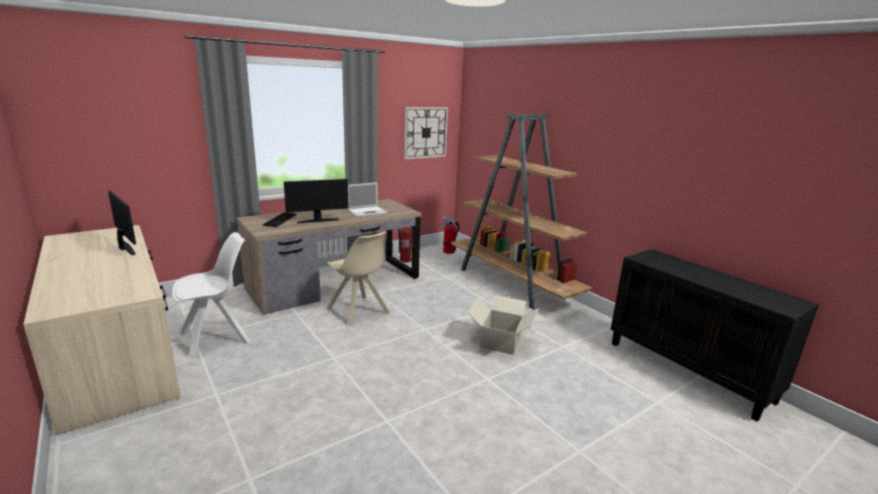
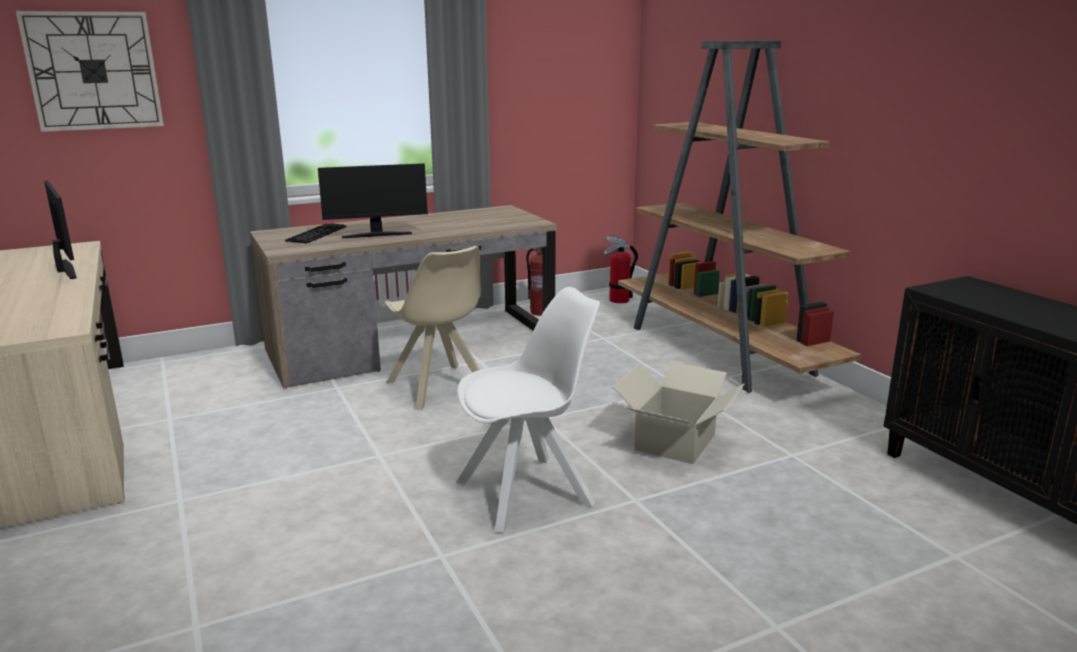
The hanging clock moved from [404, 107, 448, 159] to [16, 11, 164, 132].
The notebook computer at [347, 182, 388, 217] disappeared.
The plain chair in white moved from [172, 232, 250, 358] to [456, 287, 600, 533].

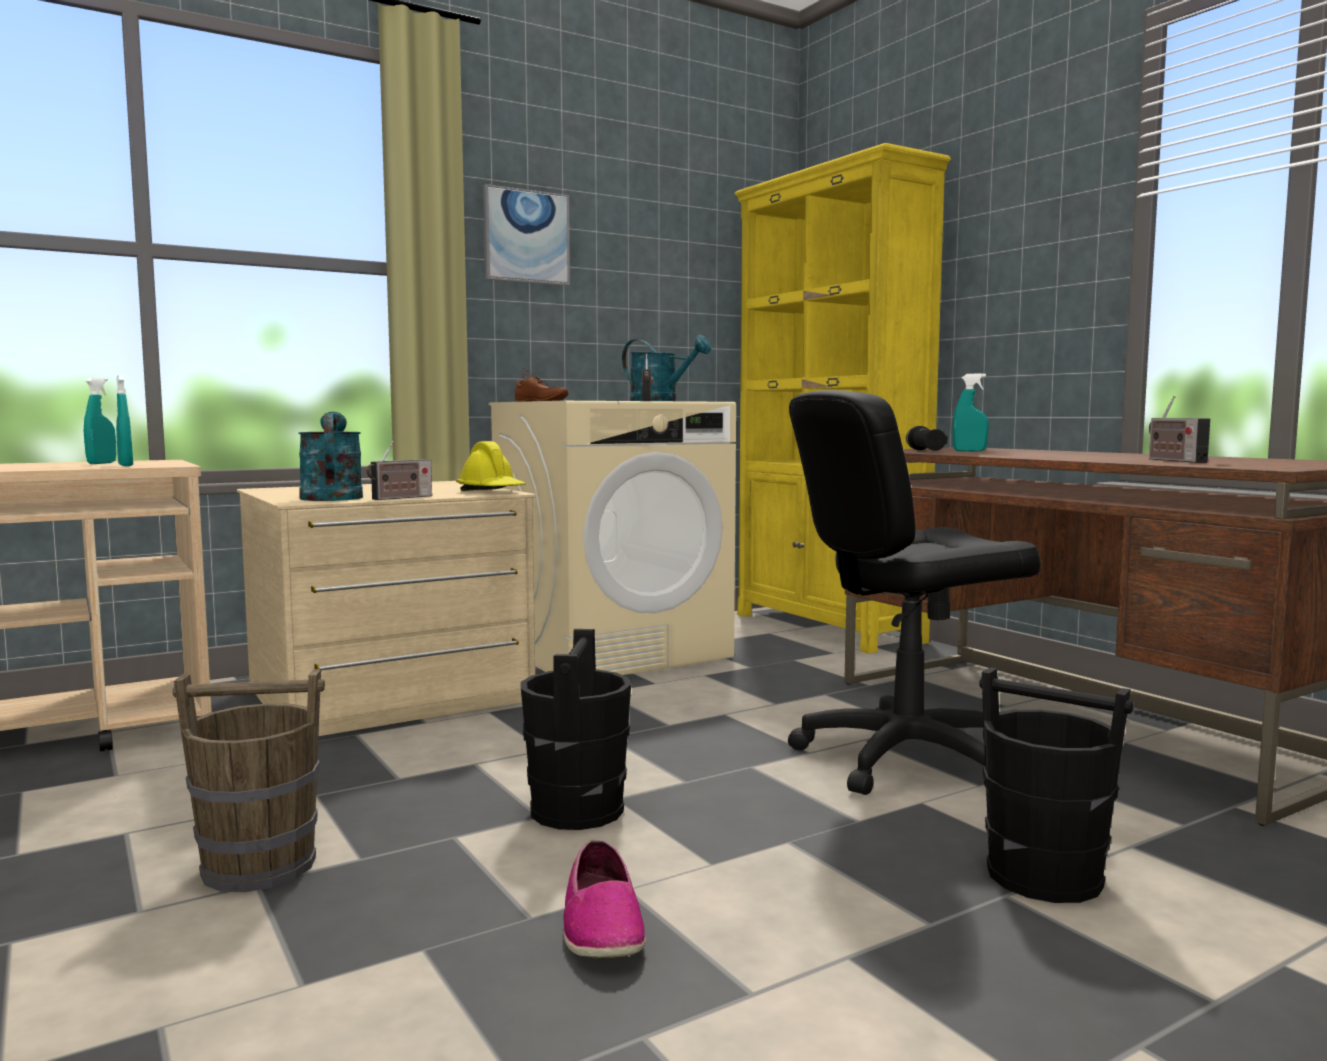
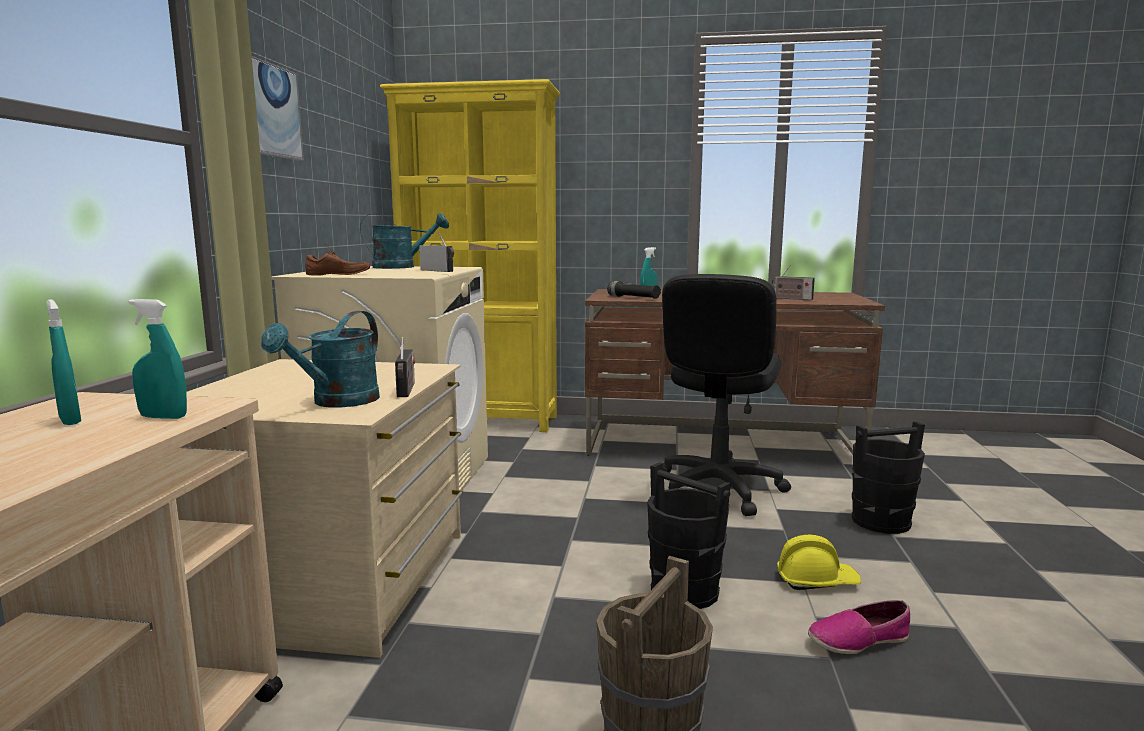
The sprinkling can in turquoise at [298, 412, 363, 501] turned 90 degrees counterclockwise.
The safety helmet in yellow moved from [456, 441, 526, 491] to [777, 535, 861, 590].
The shoe at [563, 839, 646, 959] turned 135 degrees clockwise.

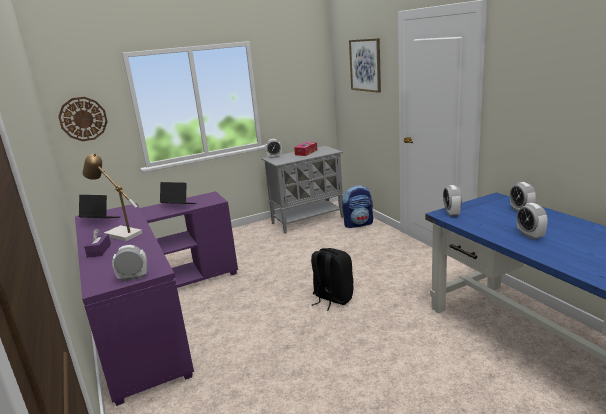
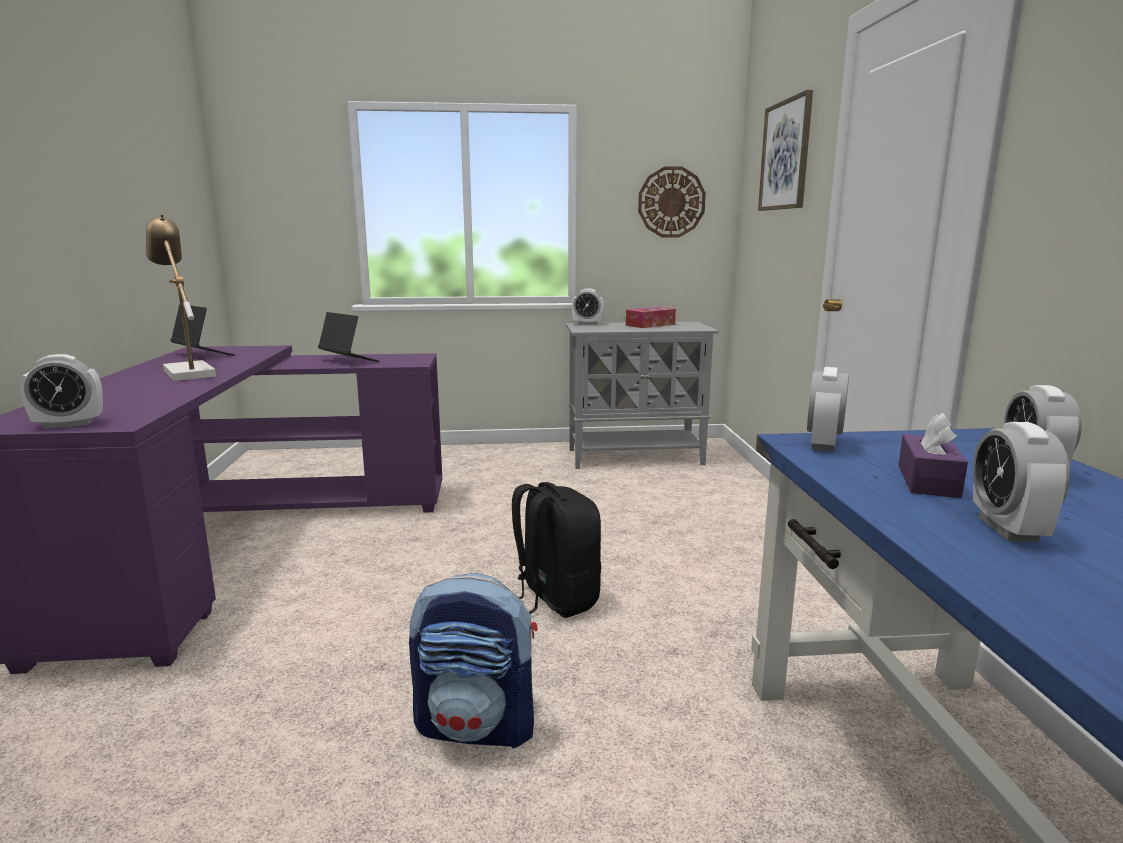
The hanging clock moved from [58, 97, 108, 141] to [638, 166, 706, 237].
The rucksack moved from [342, 185, 373, 228] to [409, 573, 538, 748].
The box of tissues in purple moved from [84, 229, 111, 257] to [898, 413, 968, 498].
The table clock at [112, 245, 147, 281] turned 150 degrees clockwise.

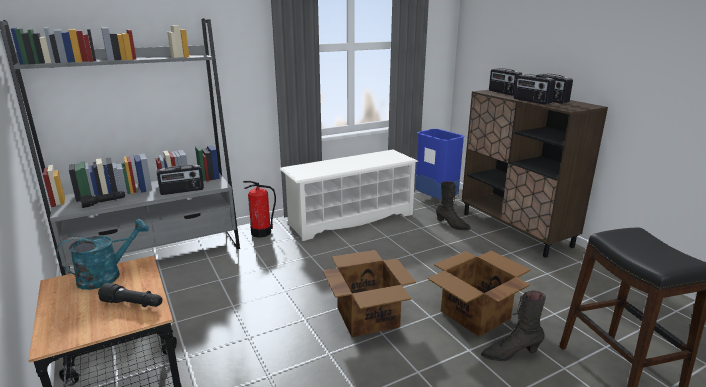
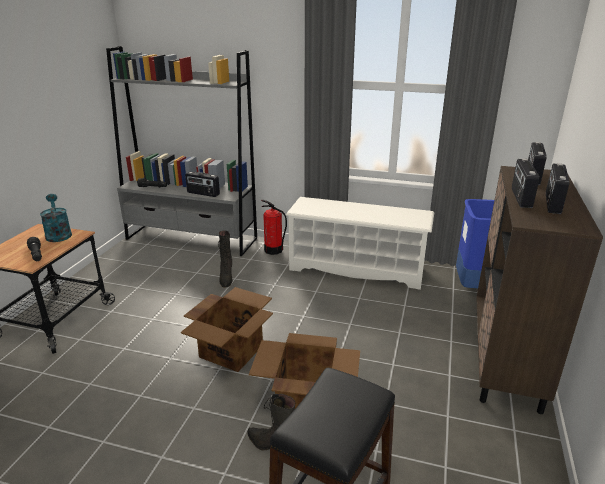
The boot in black-coloured moved from [436, 181, 471, 230] to [218, 231, 233, 288].
The sprinkling can in turquoise at [56, 219, 149, 290] turned 120 degrees counterclockwise.

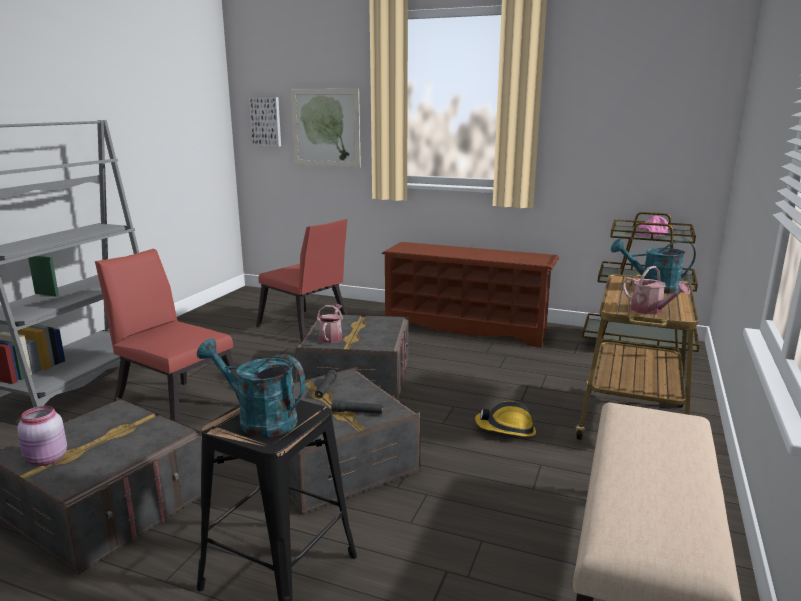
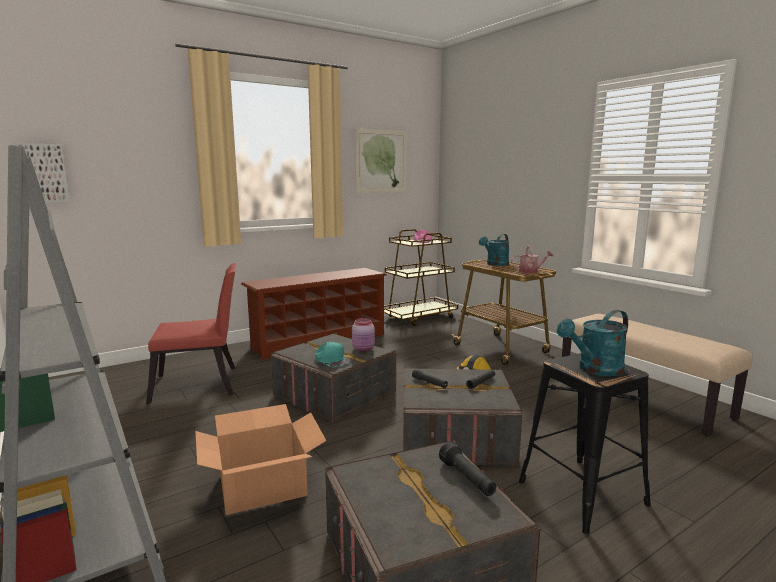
The picture moved from [291, 89, 361, 168] to [355, 128, 407, 193].
The plain chair in red-coloured at [95, 249, 239, 422] was replaced by the packing box at [195, 404, 326, 515].
The sprinkling can at [317, 304, 343, 343] was replaced by the baseball cap in turquoise at [315, 342, 351, 367].
The storage jar in pinkish moved from [17, 406, 67, 466] to [352, 318, 375, 352].
The torch in black-coloured at [439, 442, 496, 496] appeared.

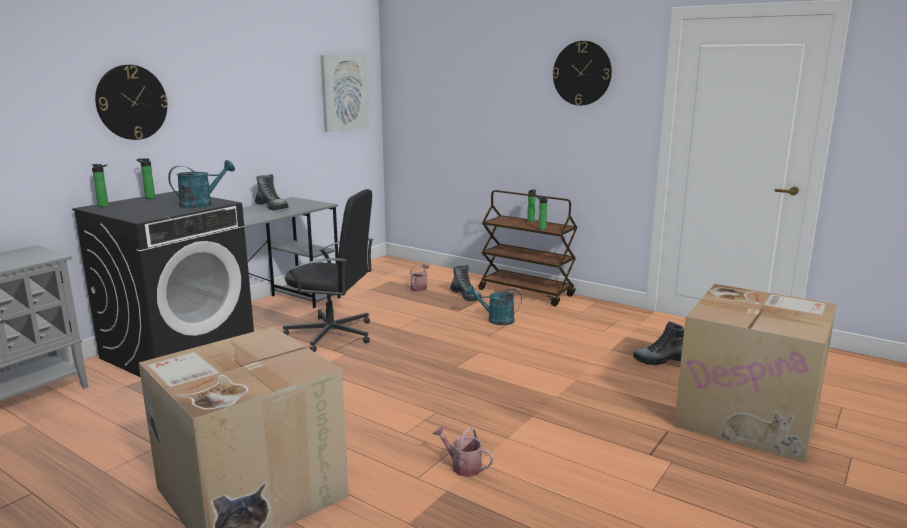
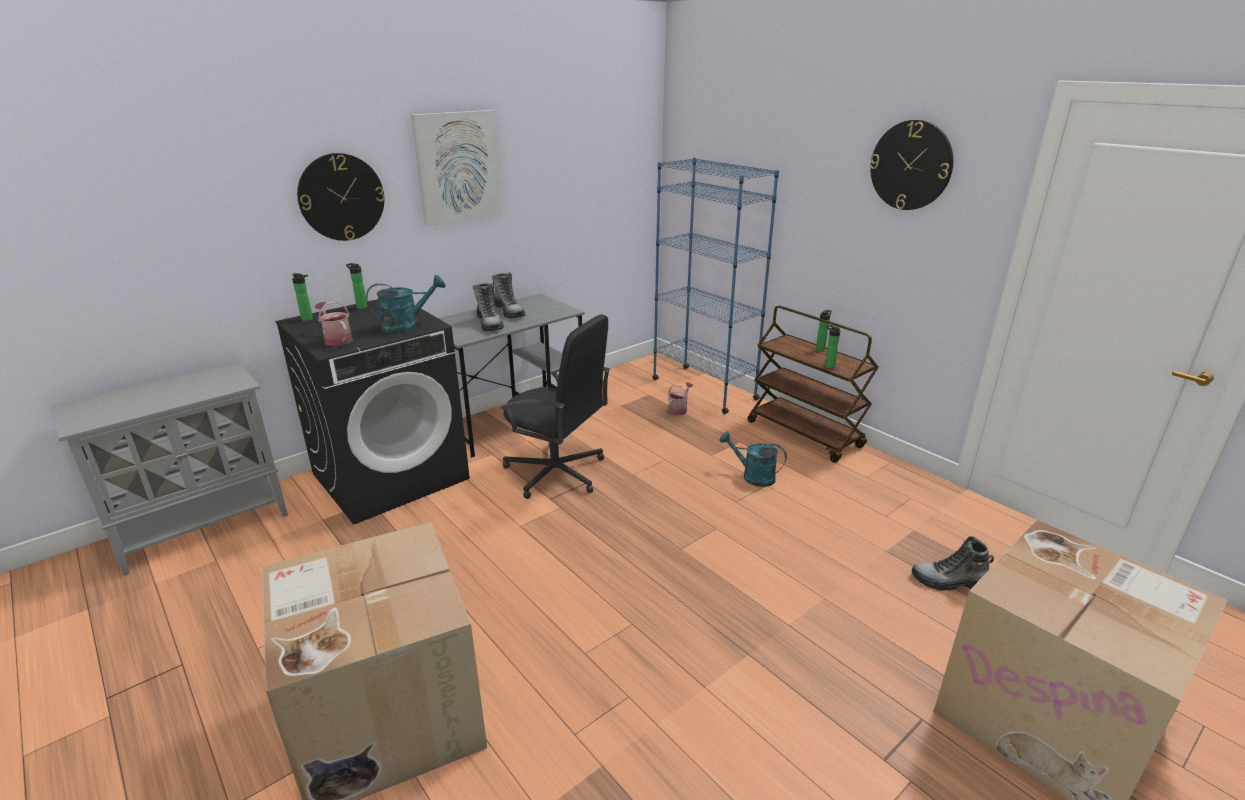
The picture moved from [320, 55, 369, 132] to [411, 110, 503, 226].
The boot moved from [450, 265, 482, 301] to [473, 283, 504, 331].
The sprinkling can moved from [433, 426, 494, 477] to [314, 301, 353, 346].
The bookcase in blue-coloured at [653, 158, 779, 414] appeared.

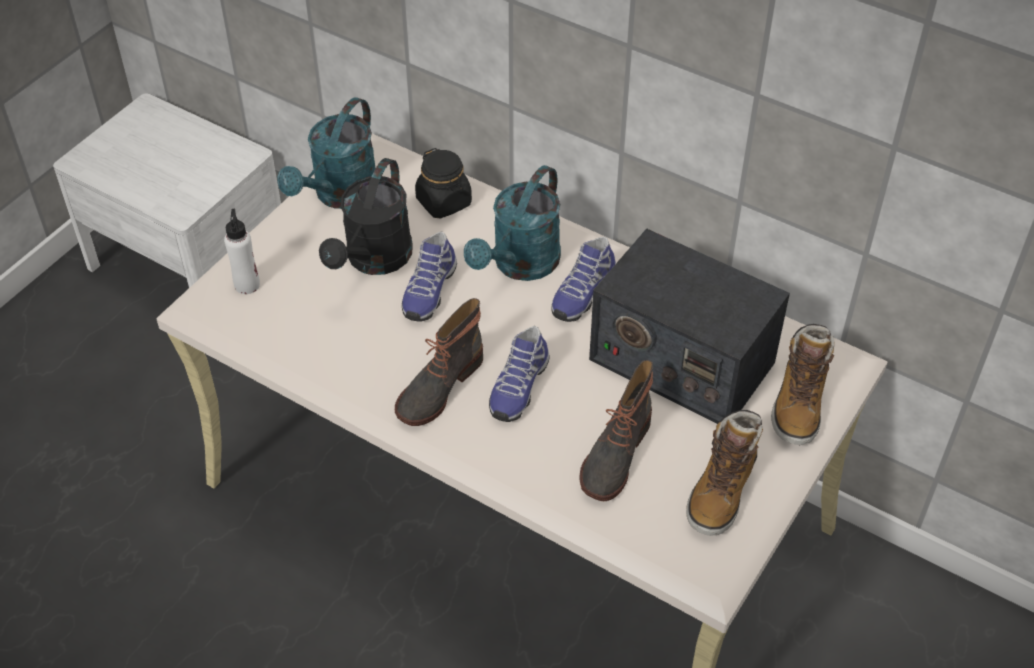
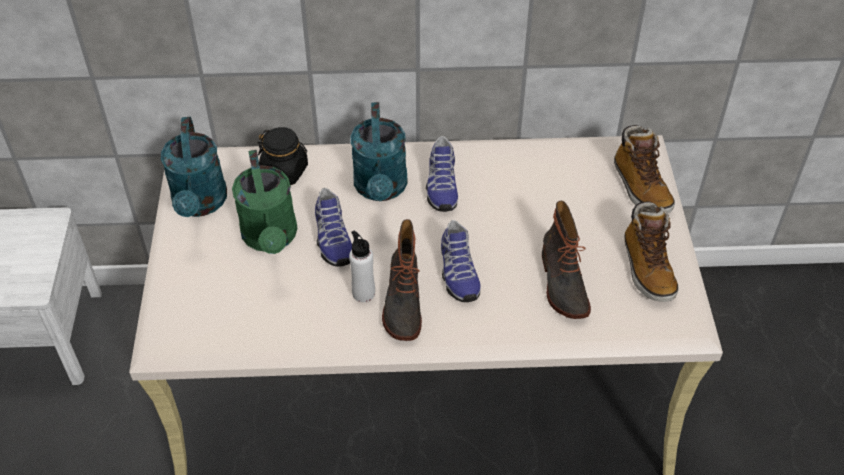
The sprinkling can in black-coloured at [319, 158, 413, 275] became the sprinkling can in green-coloured at [232, 150, 298, 254].
The bottle in white moved from [224, 209, 260, 294] to [349, 230, 375, 302].
The radio set at [589, 228, 790, 424] disappeared.

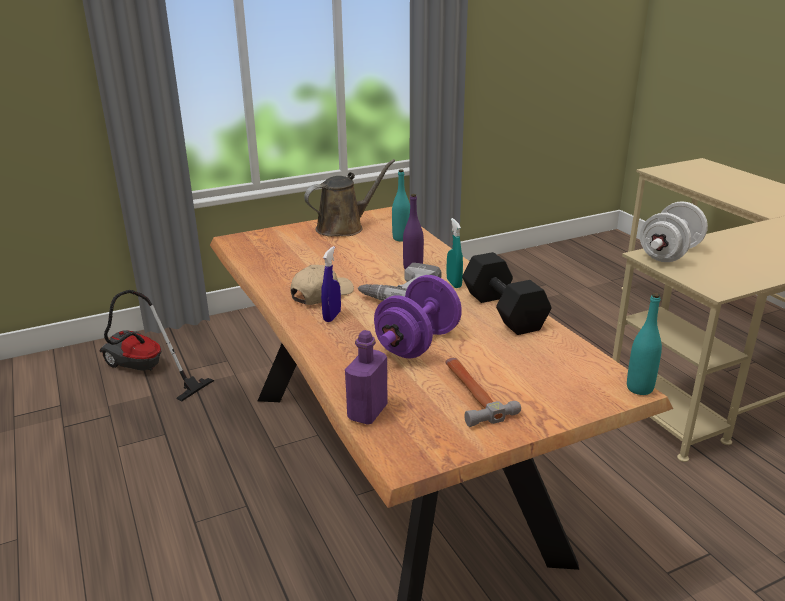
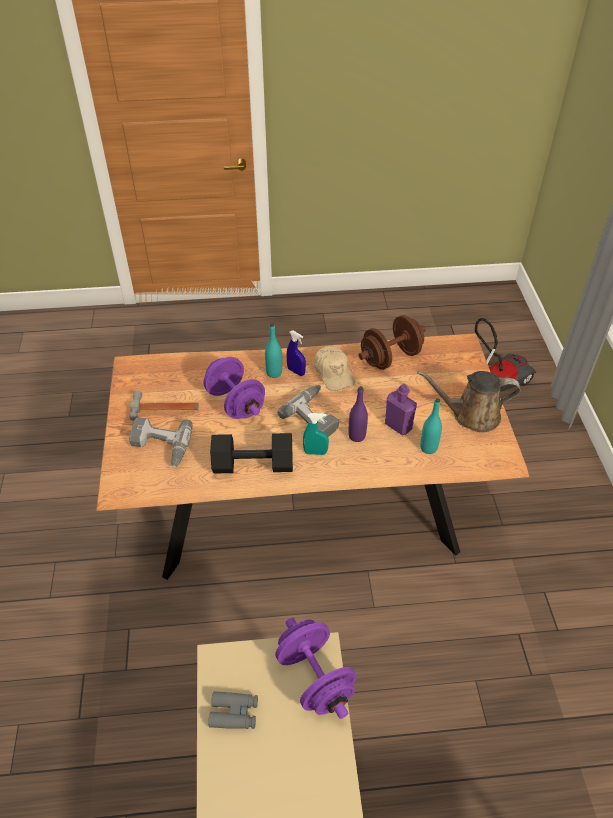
The sprinkling can in brown at [304, 159, 395, 237] turned 105 degrees clockwise.
The dumbbell in white at [640, 201, 708, 262] became the dumbbell in purple at [275, 618, 357, 719].
The bottle in turquoise moved from [627, 293, 662, 395] to [265, 323, 282, 378].
The bottle in purple moved from [345, 330, 388, 425] to [385, 384, 417, 435].
The dumbbell in brown at [359, 315, 426, 370] appeared.
The electric drill at [129, 418, 192, 468] appeared.
The binoculars in greyish at [208, 691, 258, 729] appeared.

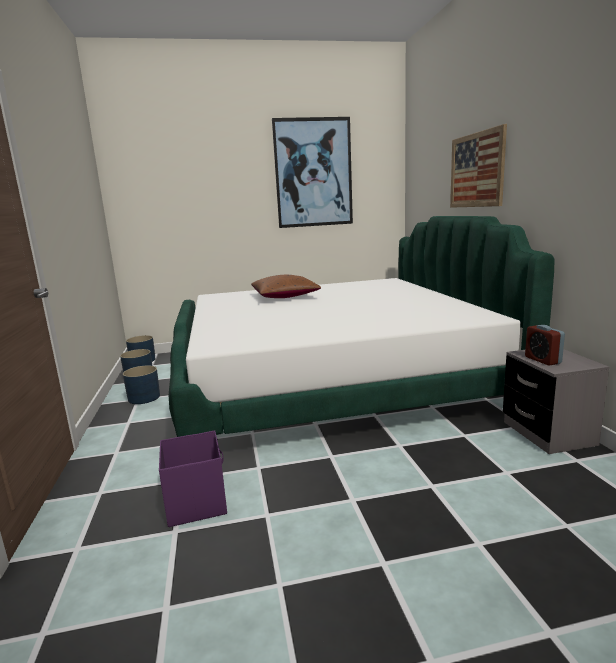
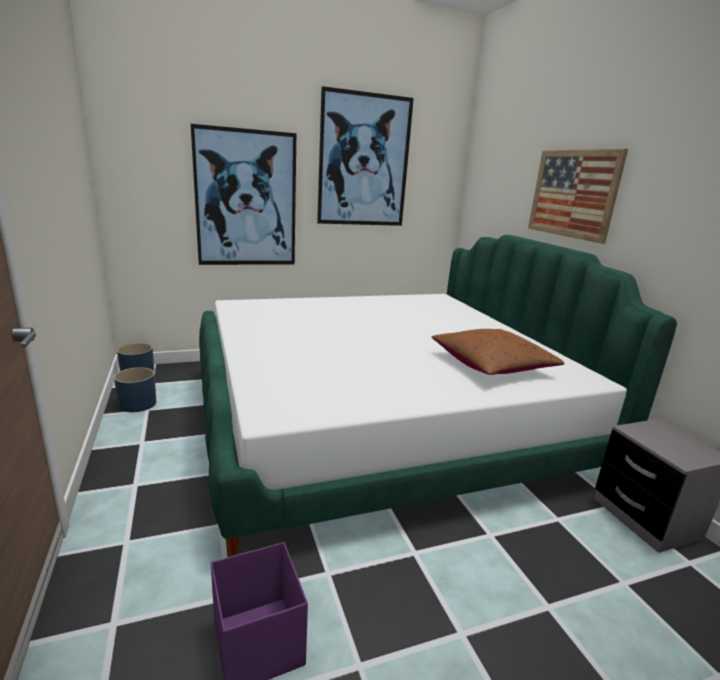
The cushion in brown moved from [251, 275, 321, 298] to [432, 329, 565, 375].
The table clock at [525, 325, 565, 366] disappeared.
The planter in blue-coloured at [123, 365, 160, 404] disappeared.
The picture at [191, 124, 296, 265] appeared.

